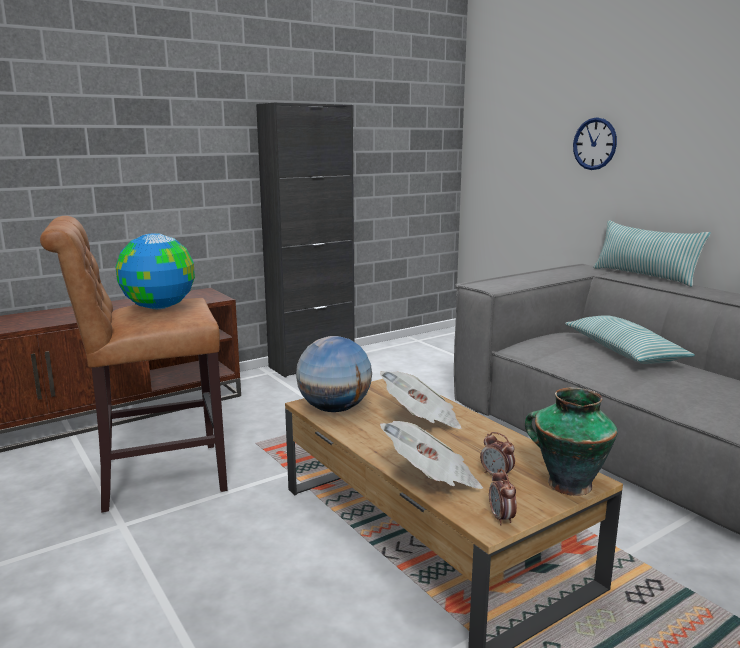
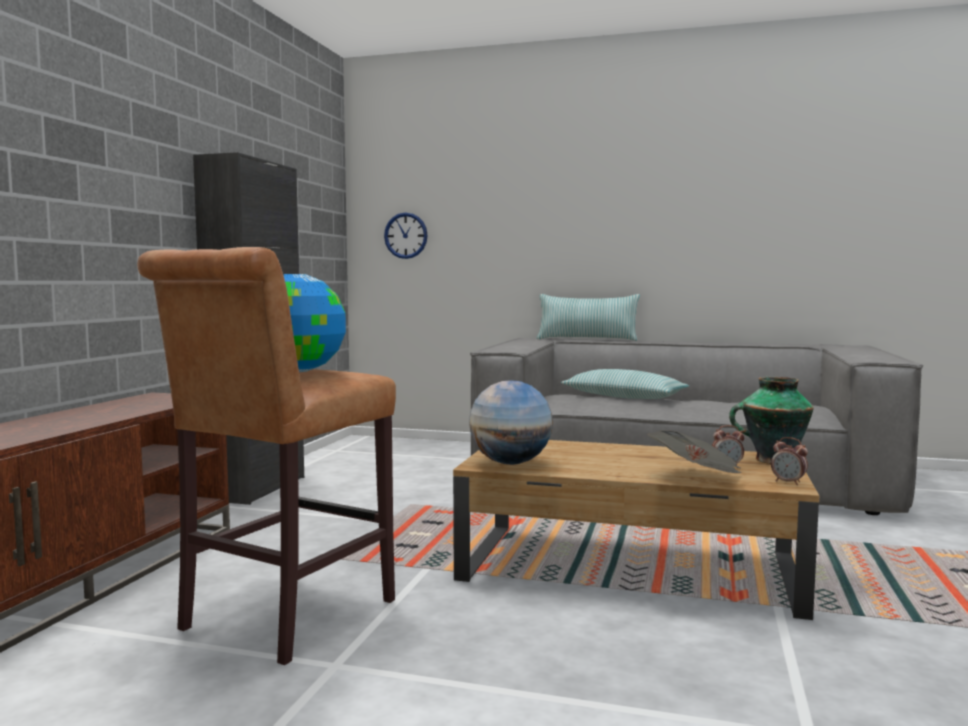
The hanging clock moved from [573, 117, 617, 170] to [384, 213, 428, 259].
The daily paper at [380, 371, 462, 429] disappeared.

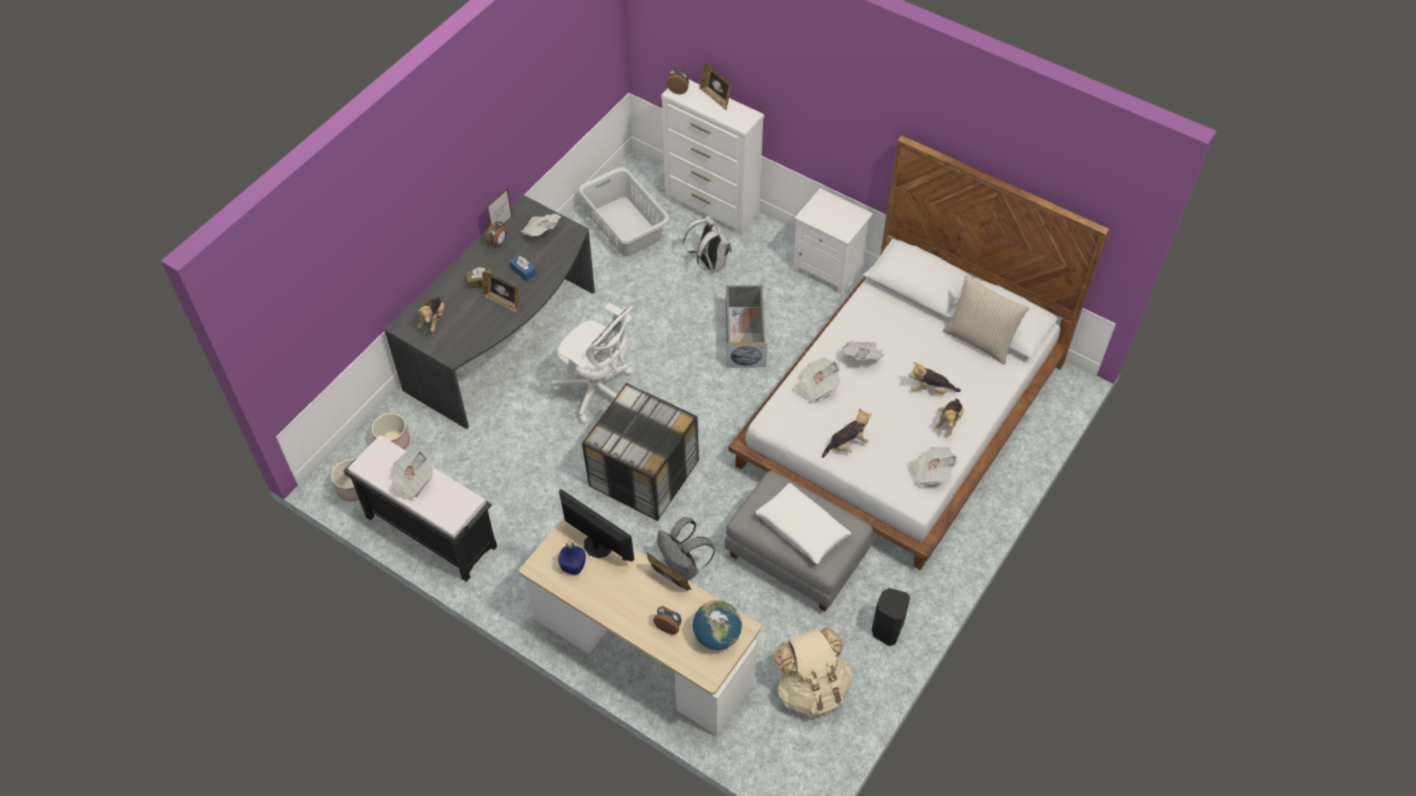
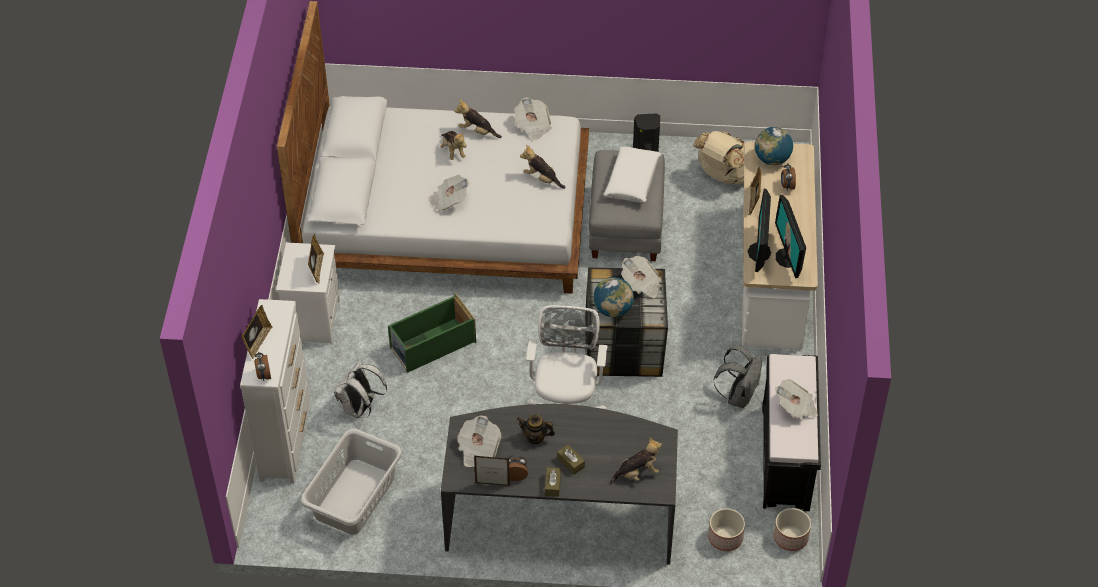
The box of tissues in blue-coloured at [510, 255, 537, 282] was replaced by the pot for tea at [517, 415, 555, 445].
The photo frame moved from [482, 272, 518, 314] to [308, 234, 324, 283].
The cushion in beige-coloured at [943, 275, 1029, 365] disappeared.
The storage bin in greyish at [726, 284, 767, 368] became the storage bin in green-coloured at [388, 293, 476, 373].
The daily paper moved from [793, 358, 840, 403] to [621, 256, 661, 298].
The soft toy at [935, 398, 964, 436] turned 150 degrees counterclockwise.
The rucksack in greyish moved from [657, 517, 715, 580] to [713, 345, 762, 408].
The bottle in blue-coloured at [558, 541, 586, 575] was replaced by the computer screen at [775, 195, 806, 278].
The desk globe at [593, 277, 634, 317] appeared.
The box of tissues in brown at [545, 467, 561, 497] appeared.

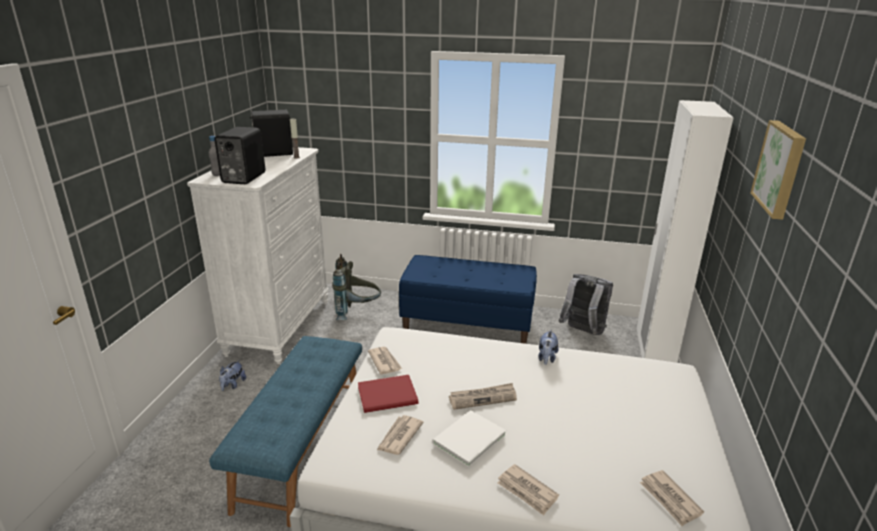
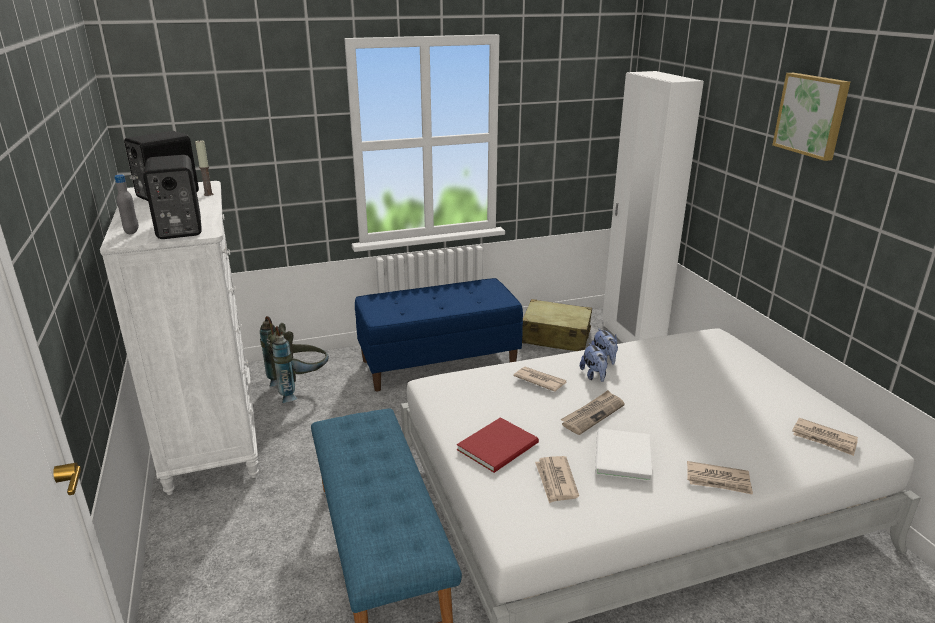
The rucksack in greyish at [559, 274, 613, 335] was replaced by the piece of luggage in beige-coloured at [522, 299, 592, 351].
The daily paper moved from [368, 347, 402, 374] to [513, 367, 567, 392].
The soft toy moved from [219, 360, 246, 391] to [580, 343, 608, 382].

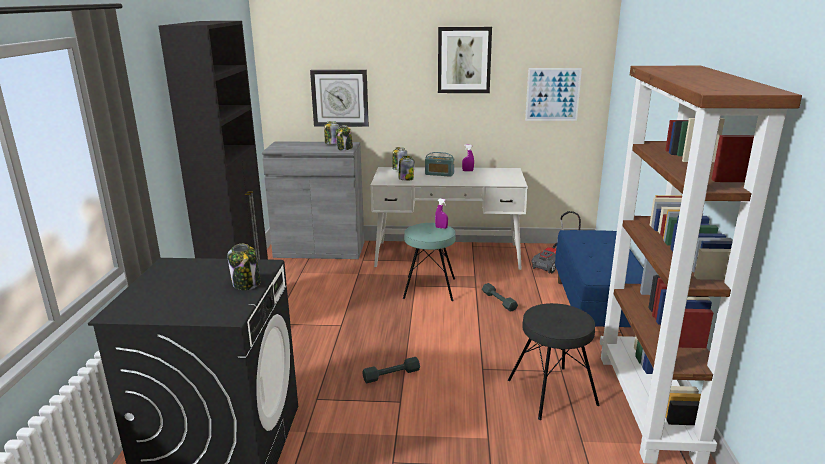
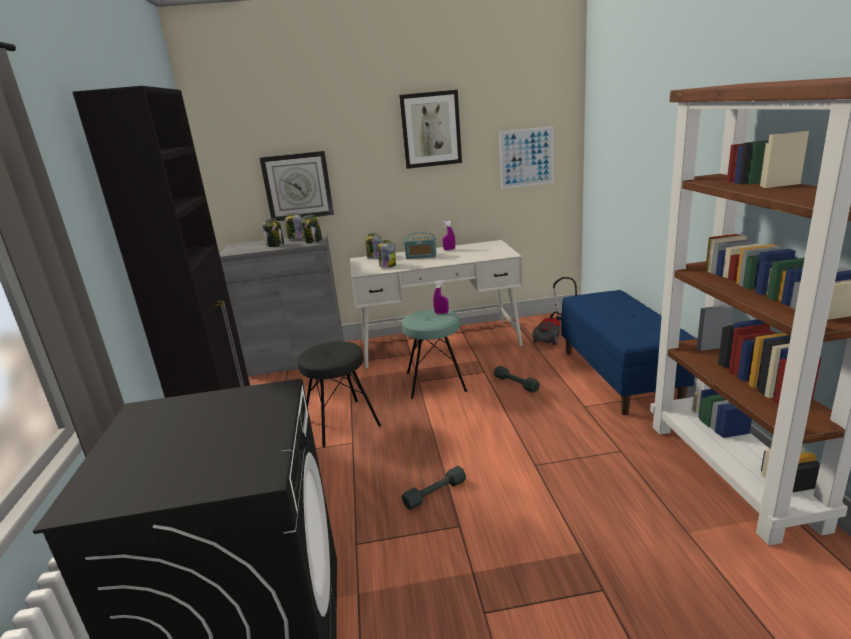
The storage jar moved from [227, 244, 261, 290] to [262, 219, 284, 247].
The stool in black-coloured moved from [508, 303, 600, 420] to [298, 341, 381, 448].

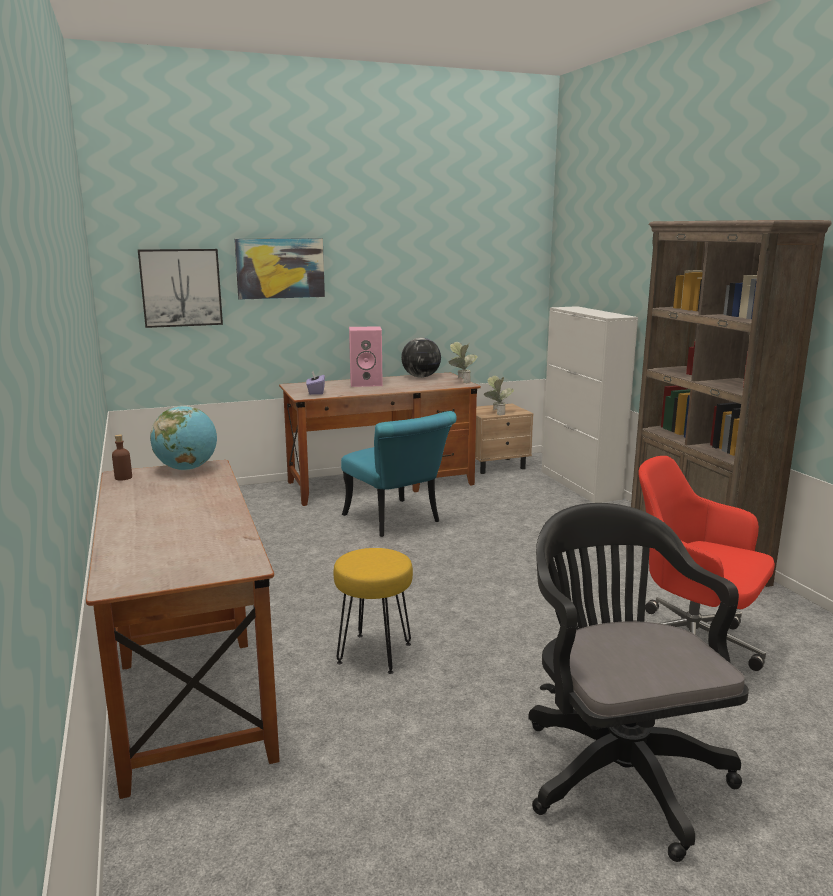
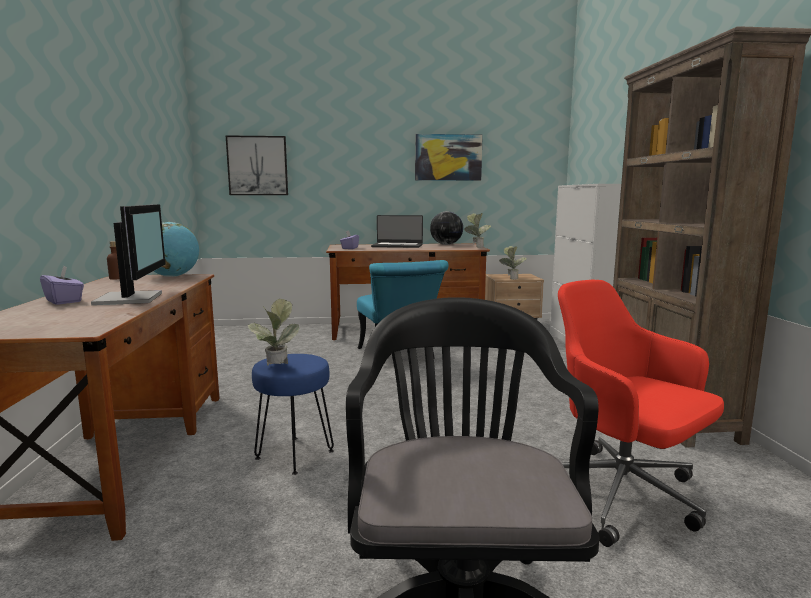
The picture moved from [234, 238, 325, 300] to [415, 134, 483, 181].
The loudspeaker in pinkish at [349, 326, 383, 387] was replaced by the notebook computer at [371, 215, 423, 248].
The stool in yellow at [334, 548, 413, 674] became the stool in blue-coloured at [252, 354, 334, 475].
The computer screen at [91, 204, 166, 305] appeared.
The box of tissues in purple at [40, 266, 84, 305] appeared.
The plant in a pot at [248, 299, 300, 366] appeared.

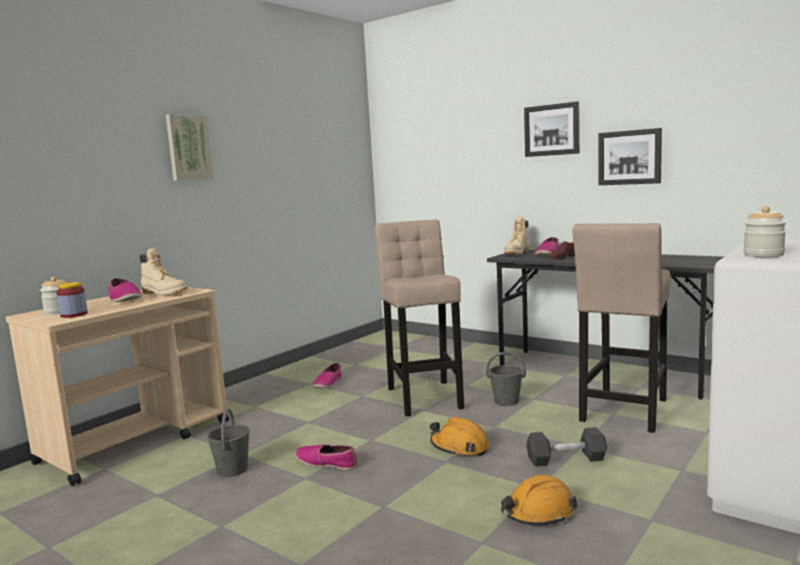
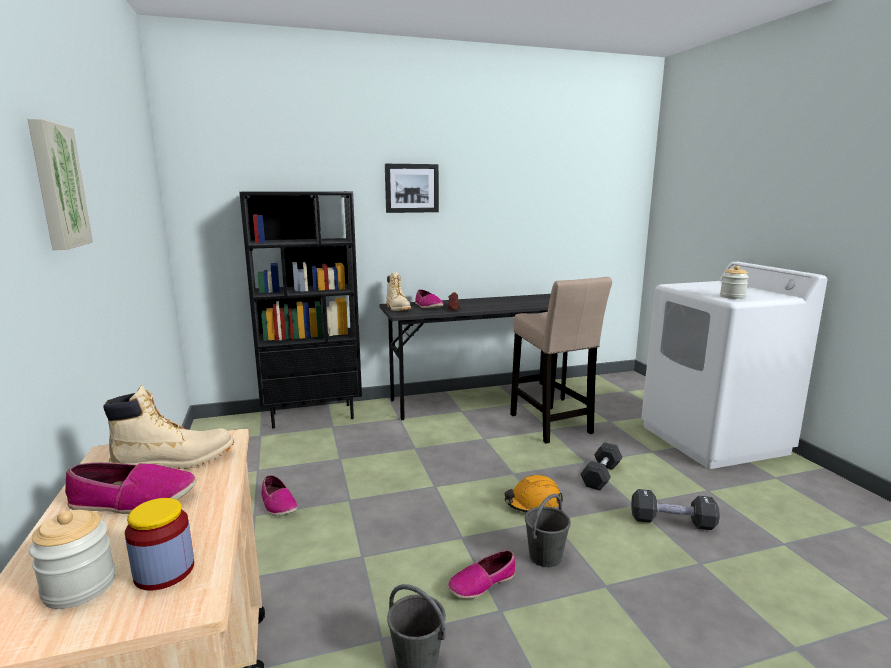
The picture at [598, 128, 662, 185] disappeared.
The stool in beige-coloured at [375, 220, 464, 417] disappeared.
The water bucket in greyish moved from [486, 352, 526, 406] to [525, 494, 571, 567].
The safety helmet in orangey at [501, 475, 577, 525] was replaced by the dumbbell in black-coloured at [631, 489, 720, 530].
The bookcase in black-coloured at [239, 191, 362, 429] appeared.

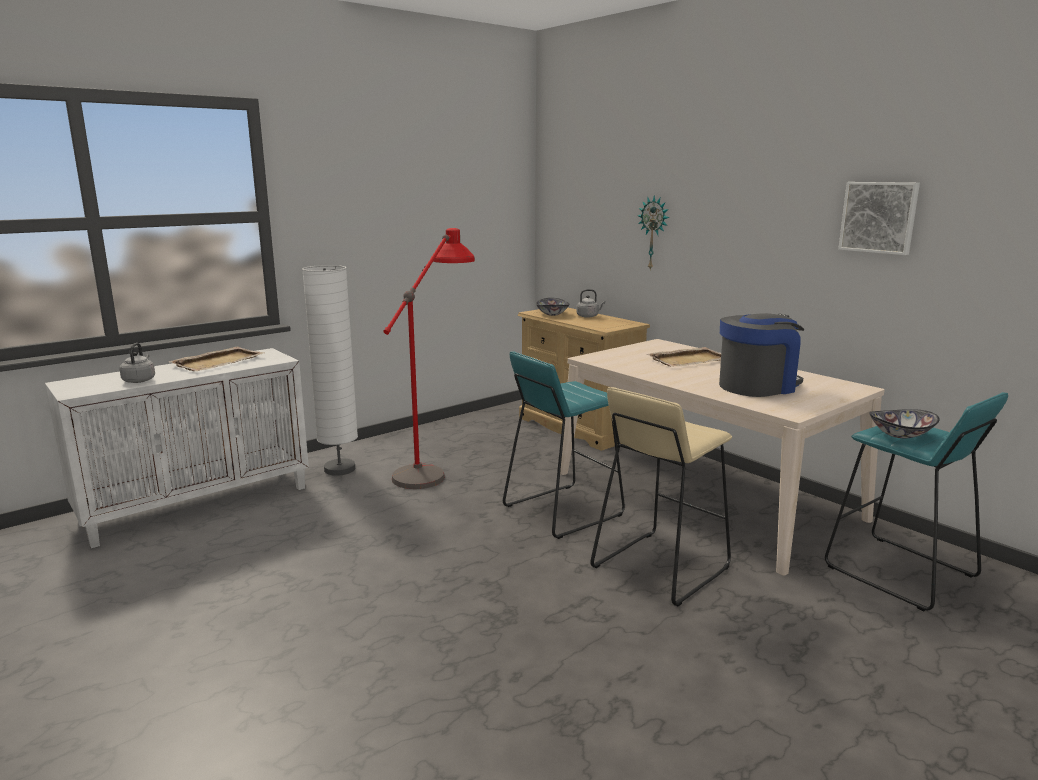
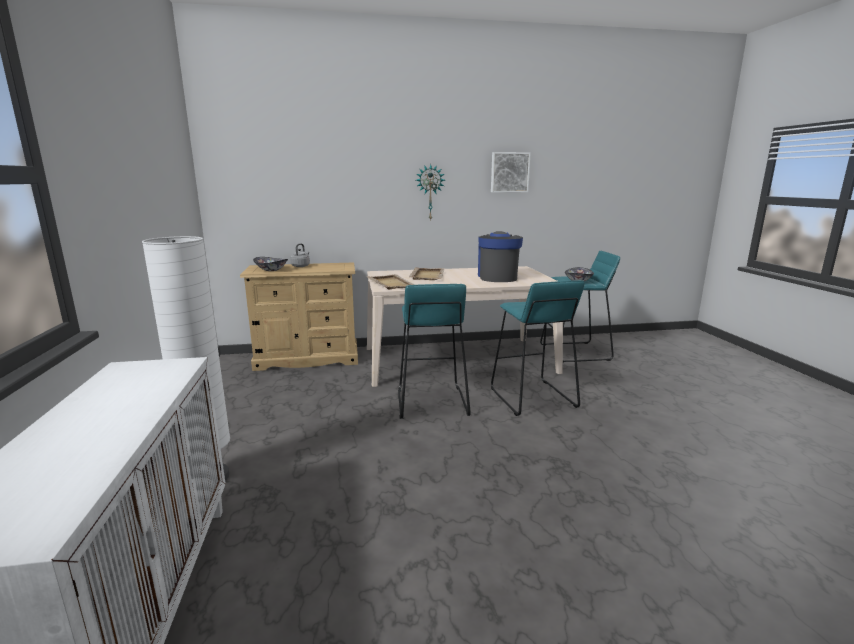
The hanging clock moved from [638, 196, 669, 269] to [416, 164, 445, 221].
The floor lamp in red-coloured at [384, 228, 475, 489] disappeared.
The water kettle in greyish at [119, 343, 155, 383] disappeared.
The serving tray in beige-coloured moved from [169, 347, 264, 371] to [367, 274, 415, 290].
The stool in beige-coloured at [590, 387, 732, 607] became the stool in turquoise at [491, 280, 585, 416].

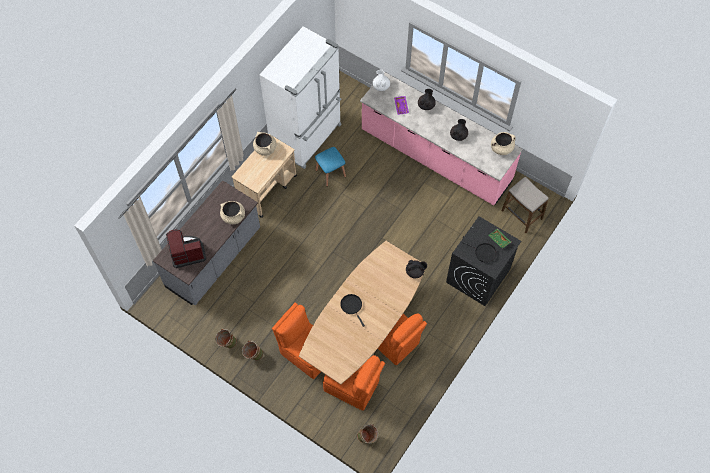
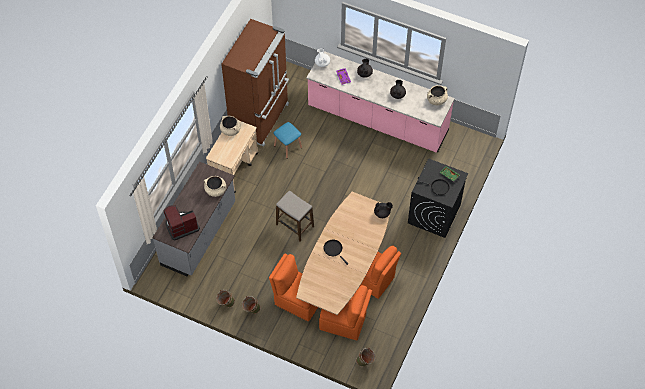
The fridge in white at [259, 26, 342, 169] became the fridge in brown at [221, 19, 289, 147].
The stool moved from [501, 177, 549, 233] to [276, 191, 314, 242].

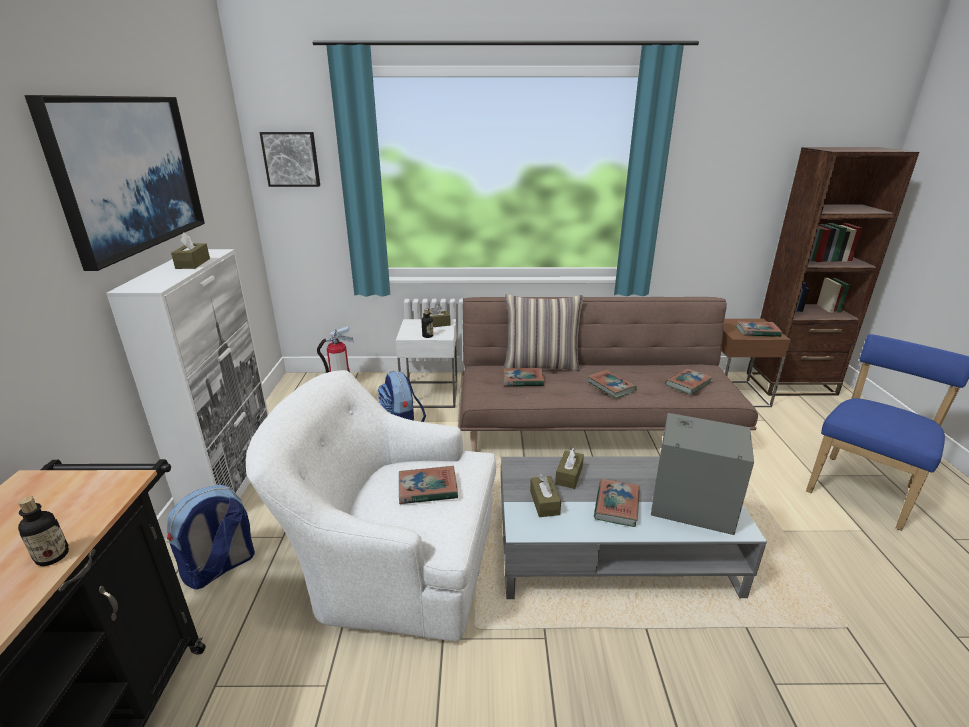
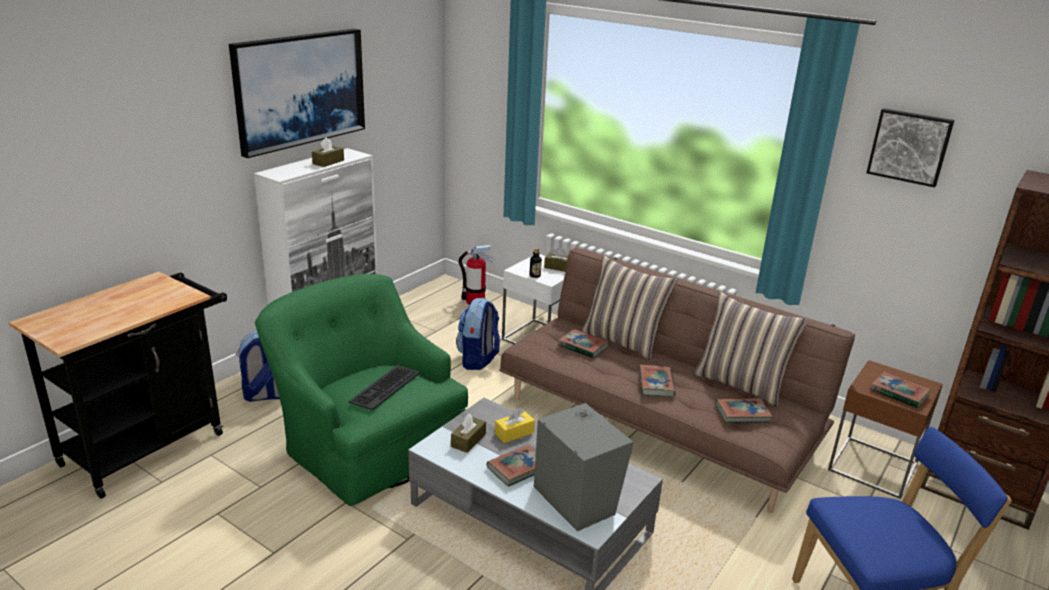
The picture moved from [259, 132, 320, 187] to [866, 108, 954, 187].
The armchair in white at [246, 370, 496, 641] became the armchair in green-coloured at [255, 274, 468, 506].
The box of tissues in brown at [555, 448, 584, 489] became the box of tissues in yellow at [495, 408, 535, 443].
The book at [399, 466, 458, 504] was replaced by the keyboard at [349, 365, 420, 411].
The bottle at [18, 496, 69, 566] disappeared.
The cushion at [693, 291, 808, 407] appeared.

